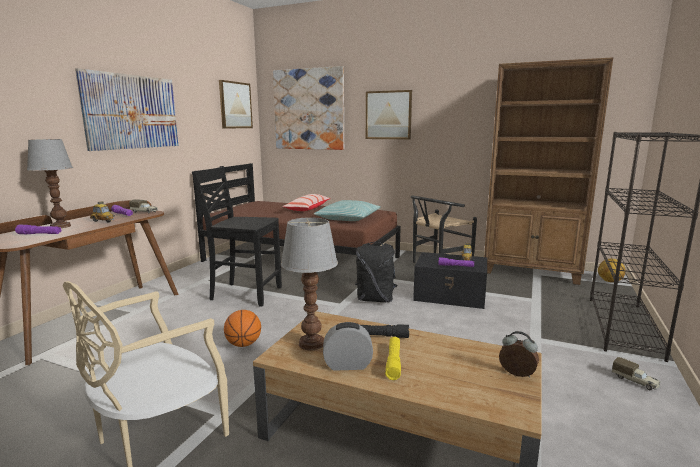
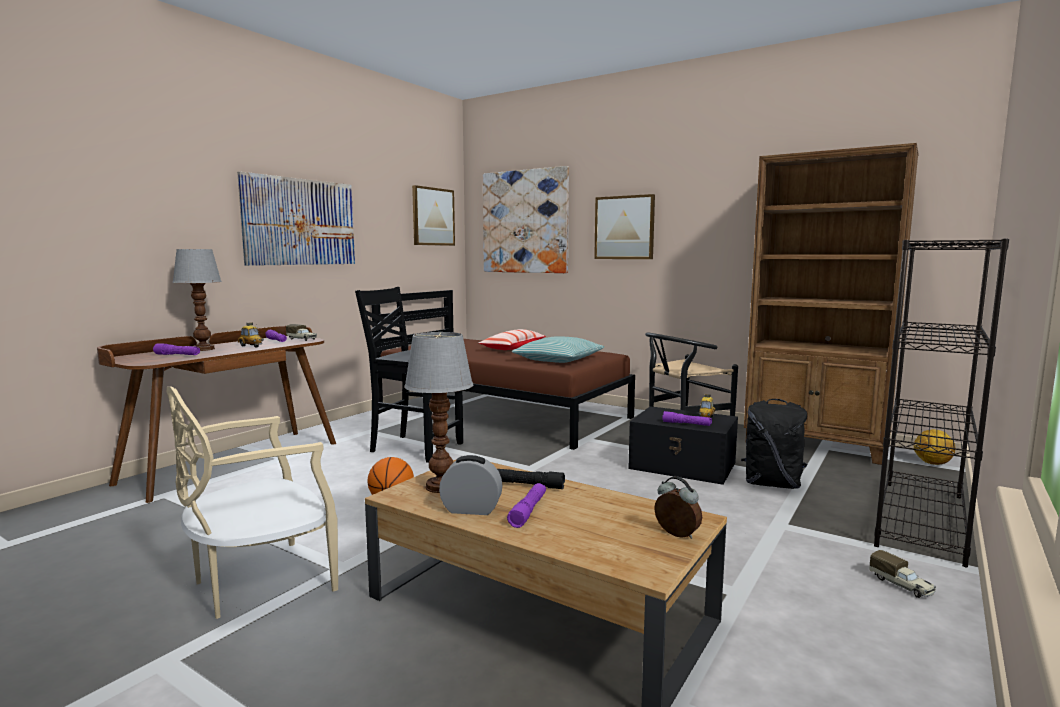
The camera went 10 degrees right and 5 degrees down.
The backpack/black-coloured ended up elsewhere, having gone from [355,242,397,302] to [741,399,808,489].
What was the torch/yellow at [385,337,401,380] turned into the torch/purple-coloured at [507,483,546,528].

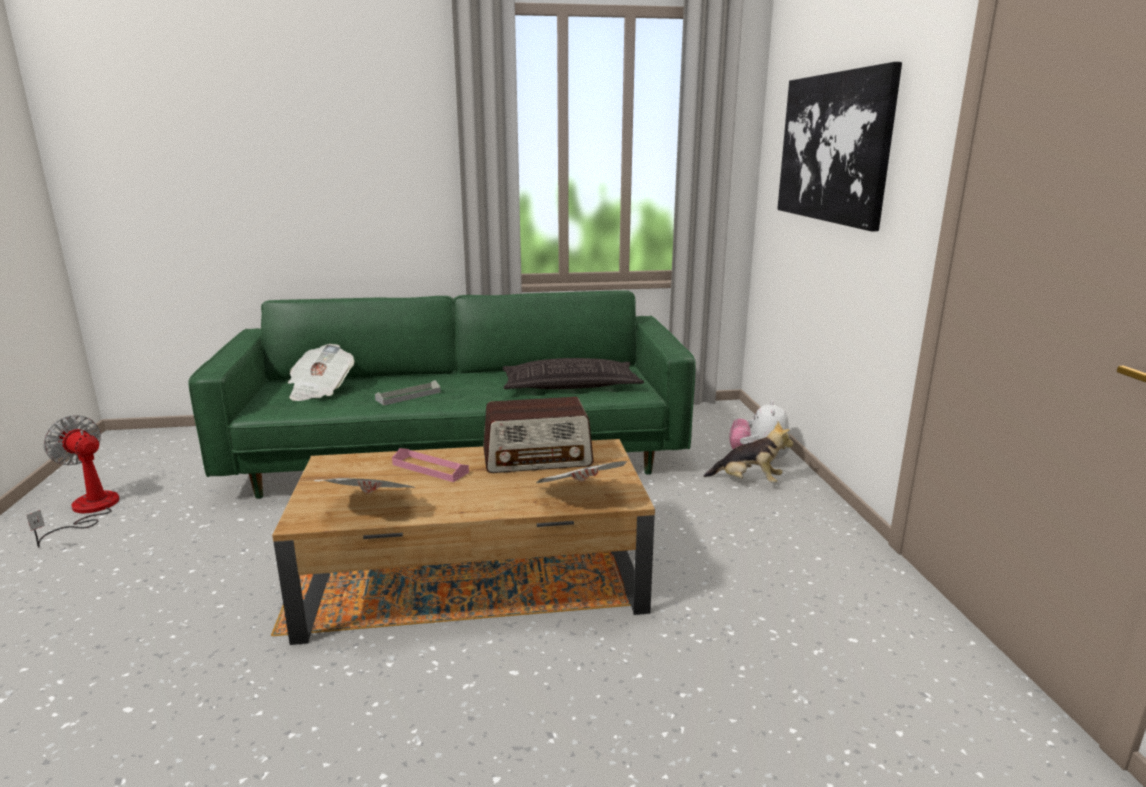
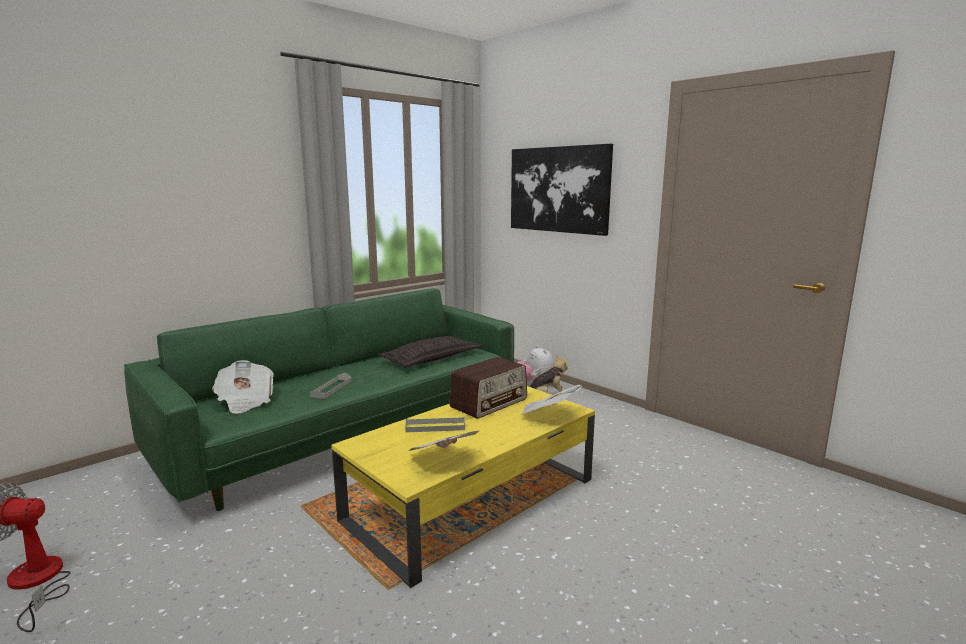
The camera went 35 degrees left and 5 degrees down.
What was the low table/brownish at [272,439,655,645] turned into the low table/yellow at [331,386,595,588].
What was the serving tray/pink at [392,448,469,482] turned into the serving tray/greyish at [405,417,465,432].

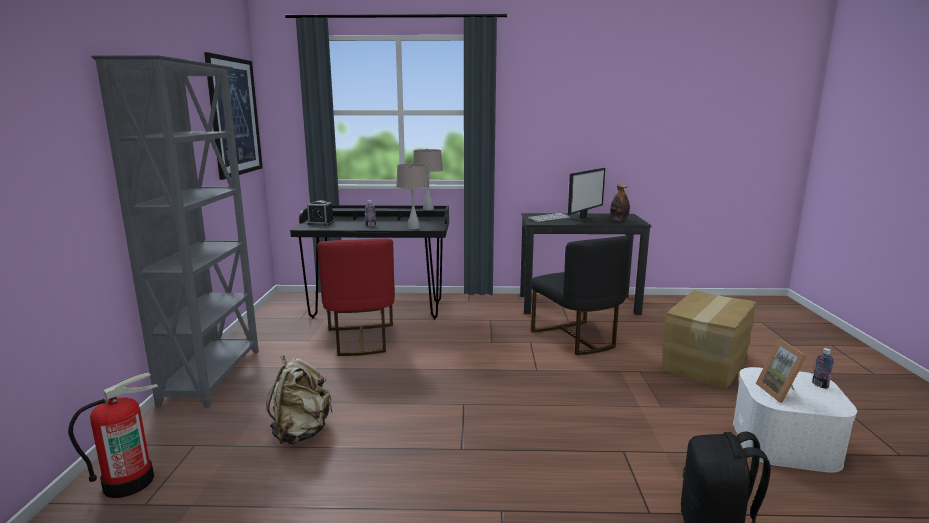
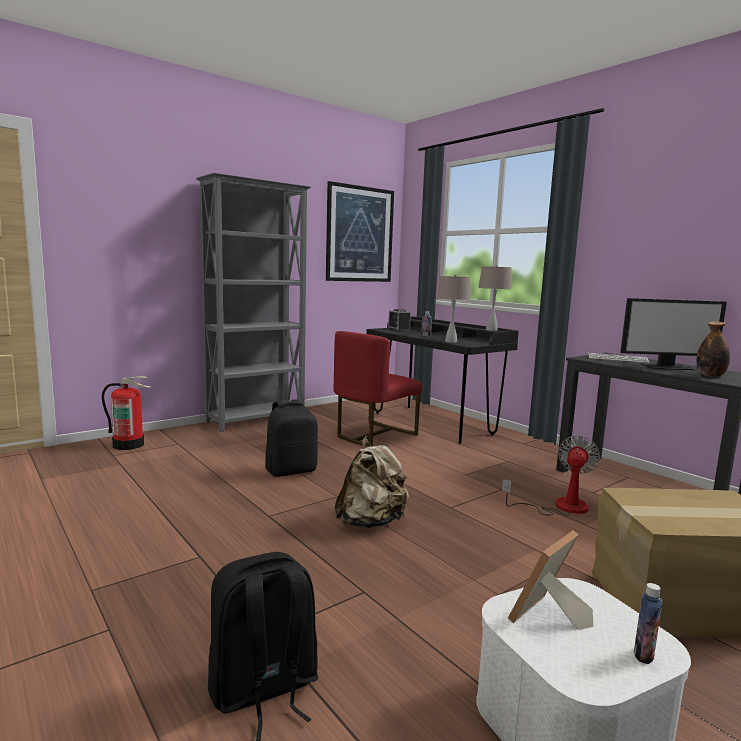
The camera went 50 degrees right and 5 degrees down.
The backpack/sand-coloured ended up elsewhere, having gone from [266,355,333,445] to [335,436,409,528].
Where the chair/black-coloured stood at [531,236,630,355], the fan came to stand at [502,435,600,516].
The second view gained the backpack/black-coloured at [265,399,318,477].

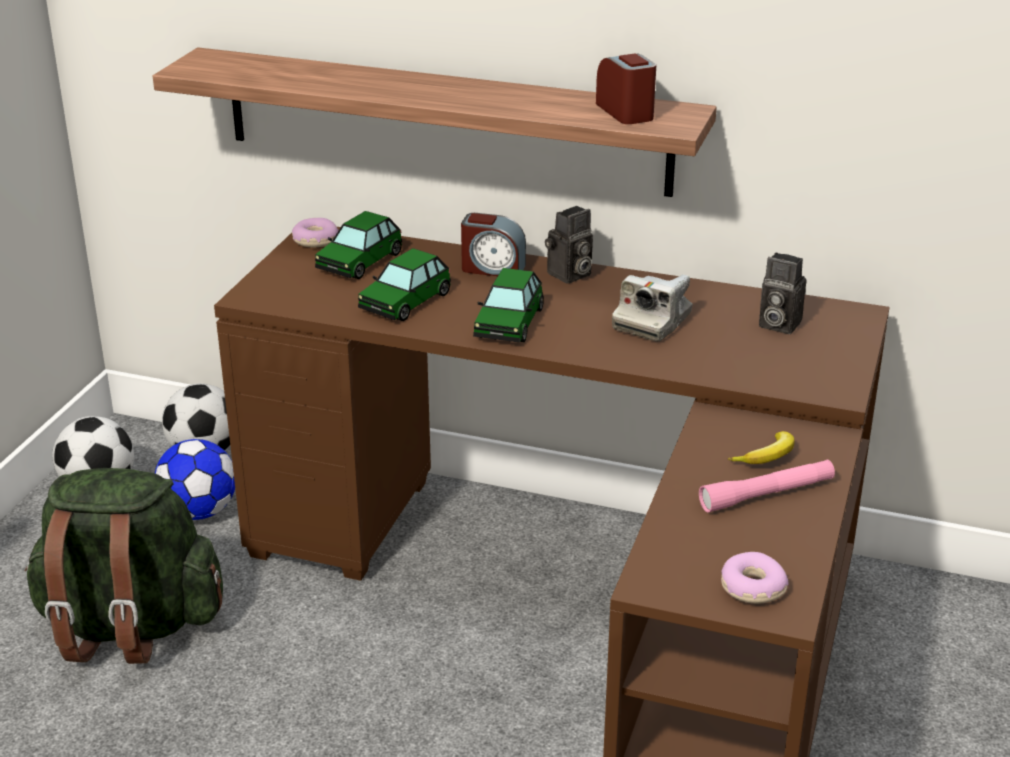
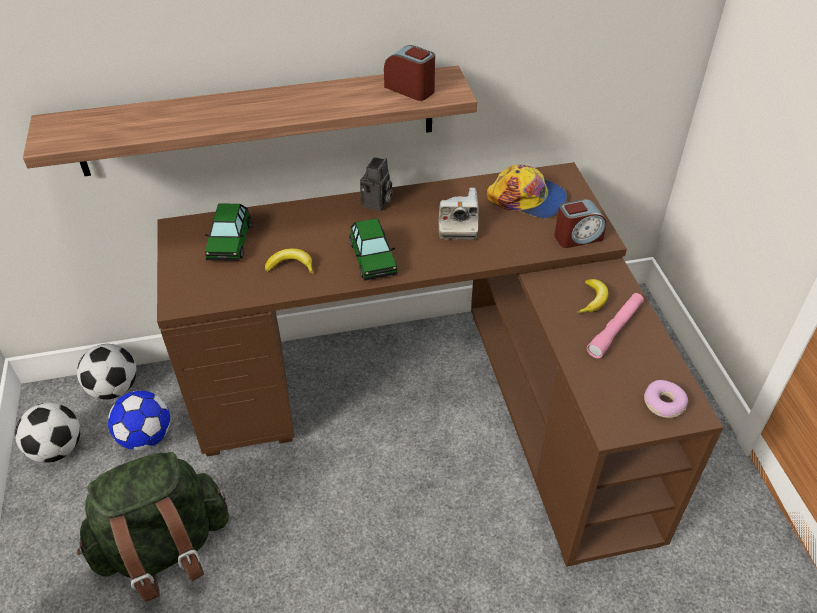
The camera went 30 degrees left and 15 degrees up.
The second view lost the ring doughnut at [292,218,339,247].
Where the miniature car stood at [358,248,451,321], the banana came to stand at [265,248,313,274].
The alarm clock ended up elsewhere, having gone from [461,213,526,276] to [554,199,606,248].
Where the photo camera stood at [759,253,806,334], the peaked cap came to stand at [487,165,567,219].

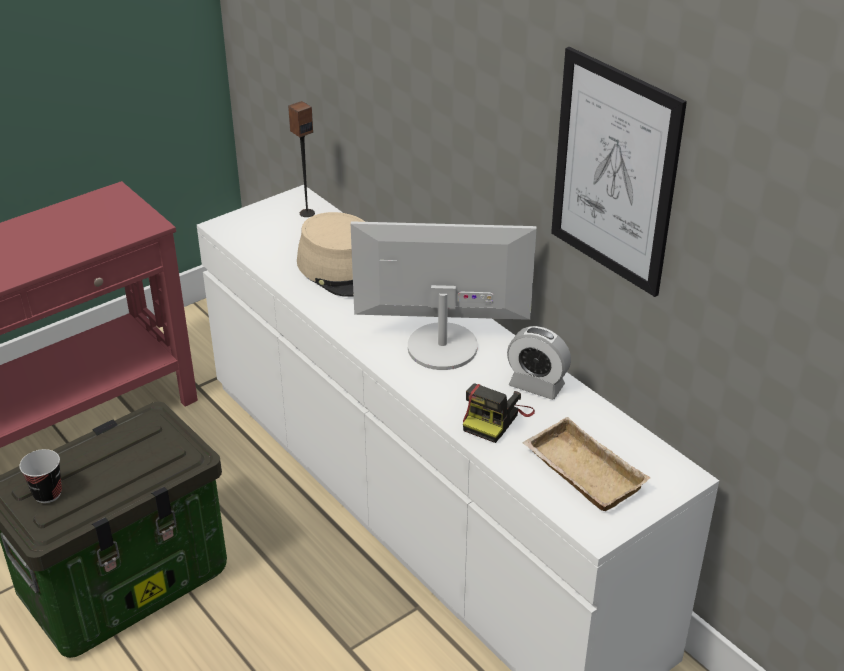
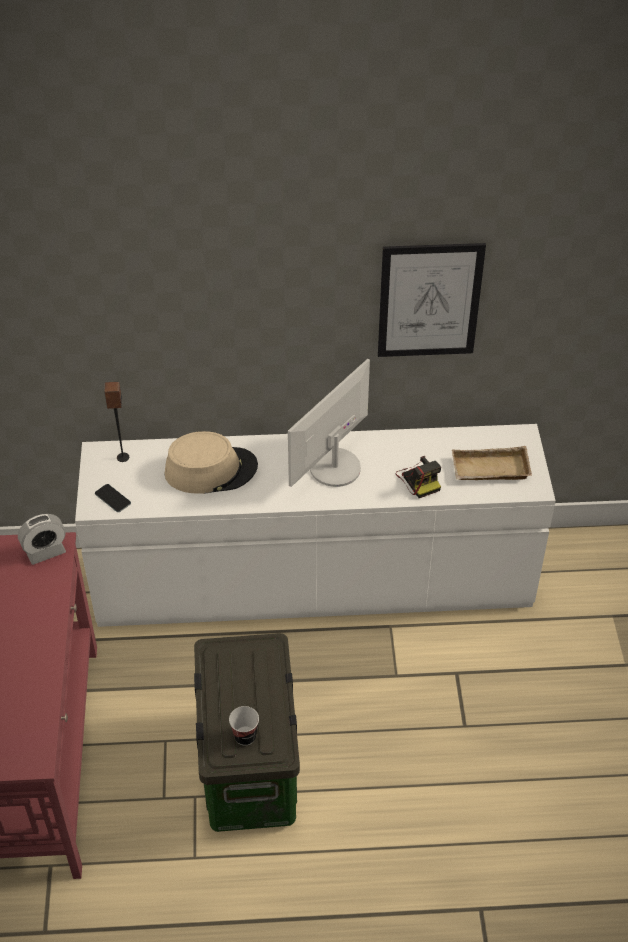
The camera went 55 degrees left and 10 degrees up.
The alarm clock ended up elsewhere, having gone from [507,326,571,400] to [18,514,66,565].
The second view gained the handset at [95,484,131,512].

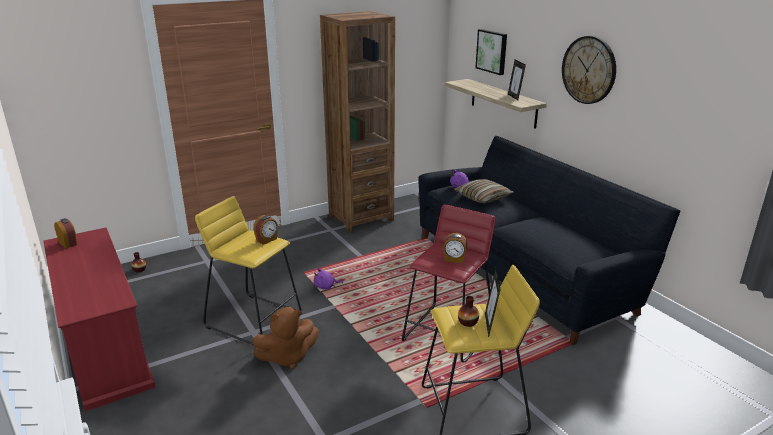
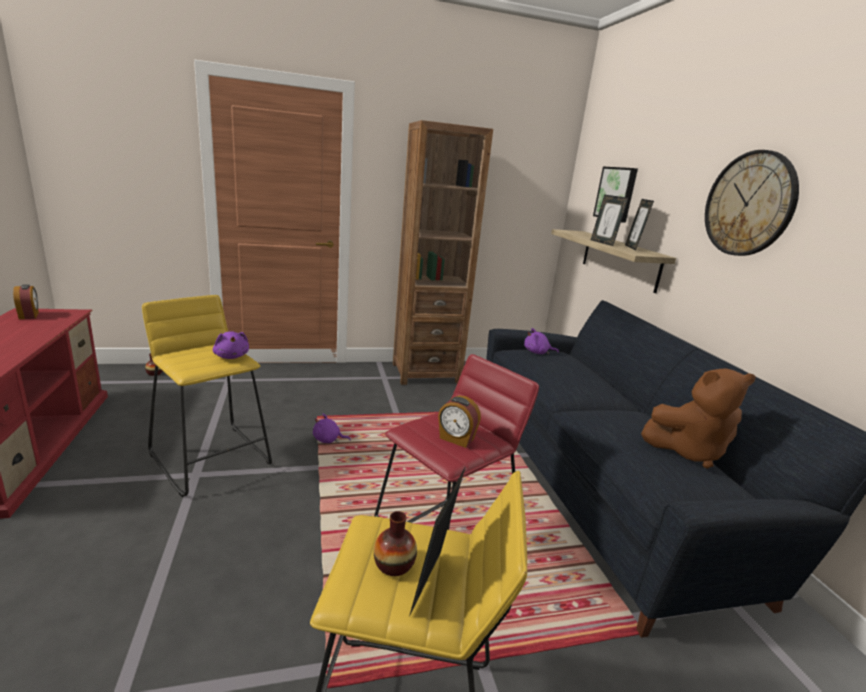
The camera went 15 degrees right and 5 degrees down.
Where the alarm clock stood at [253,215,278,245], the soft toy/purple-coloured came to stand at [213,331,249,359].
The soft toy/brownish ended up elsewhere, having gone from [253,307,319,369] to [641,368,756,469].
The second view lost the throw pillow at [454,179,514,203].
The second view gained the picture frame at [591,195,628,246].

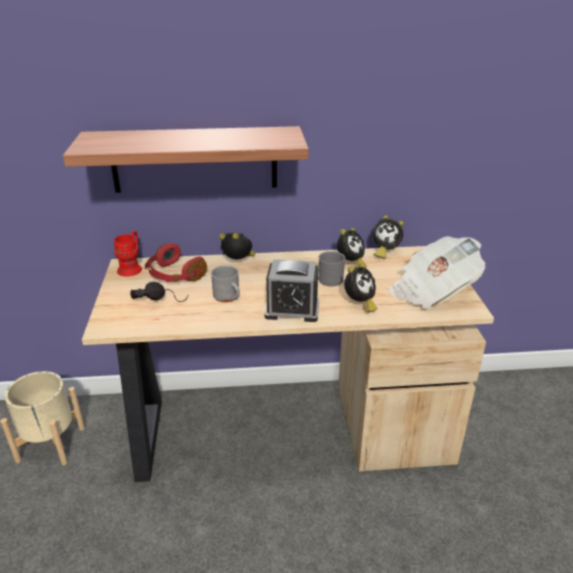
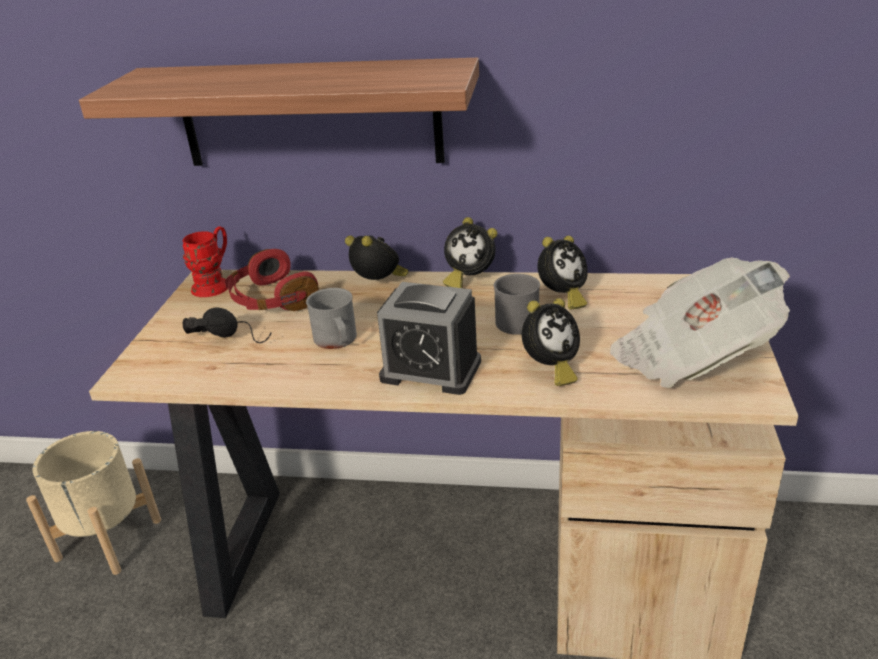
The camera went 15 degrees right and 0 degrees up.
The alarm clock ended up elsewhere, having gone from [373,215,404,259] to [443,217,497,288].

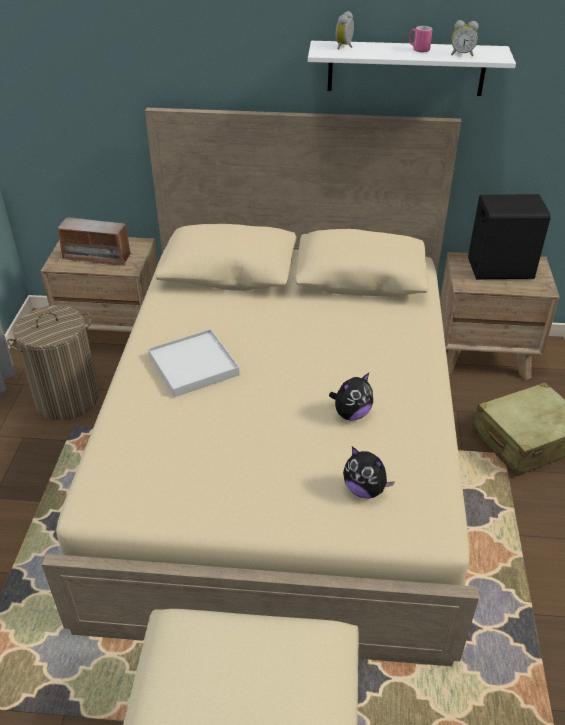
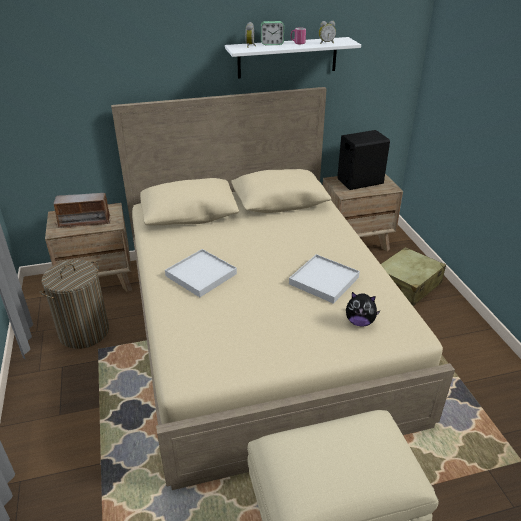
The camera went 20 degrees left and 5 degrees down.
Where the soft toy stood at [329,373,373,421], the serving tray/white-coloured came to stand at [289,254,360,304].
The second view gained the alarm clock at [261,21,284,45].

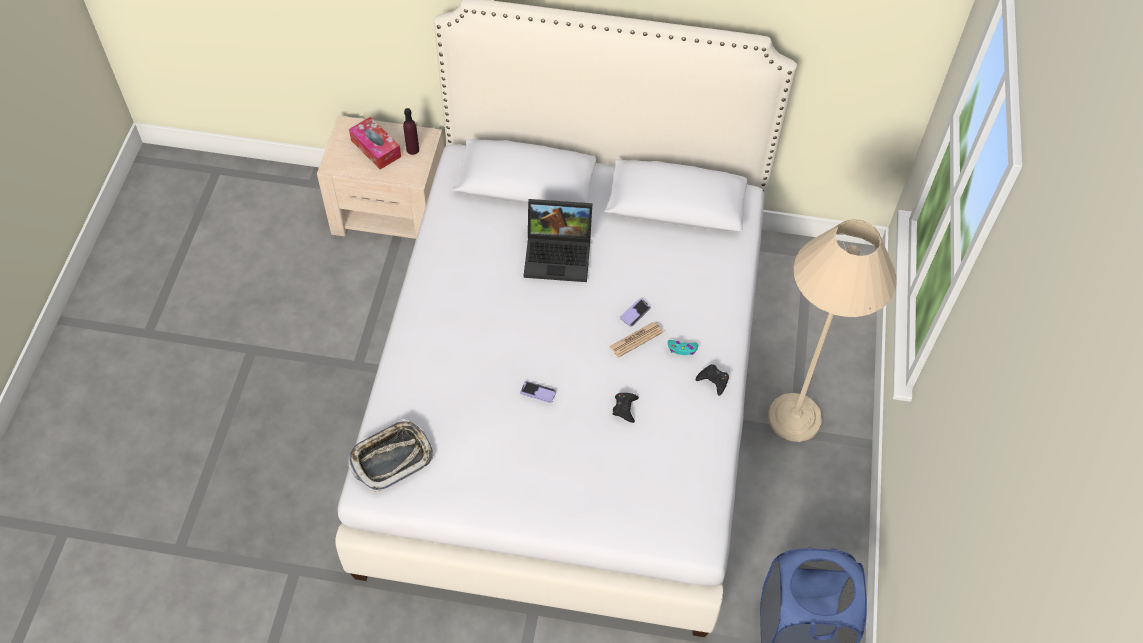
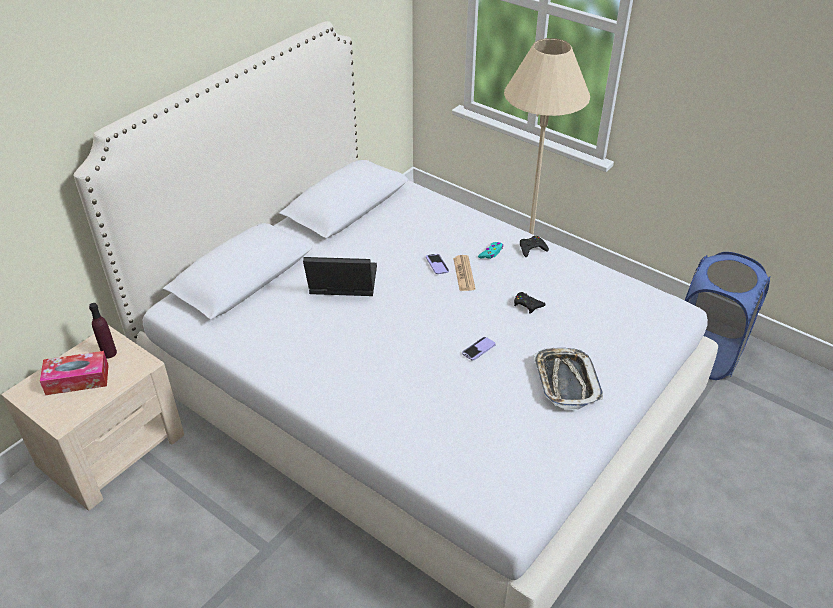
The camera went 60 degrees left and 15 degrees down.
The serving tray ended up elsewhere, having gone from [348,419,434,492] to [534,348,603,410].
The notebook computer at [524,199,593,282] ended up facing another way, 120 degrees counterclockwise from before.

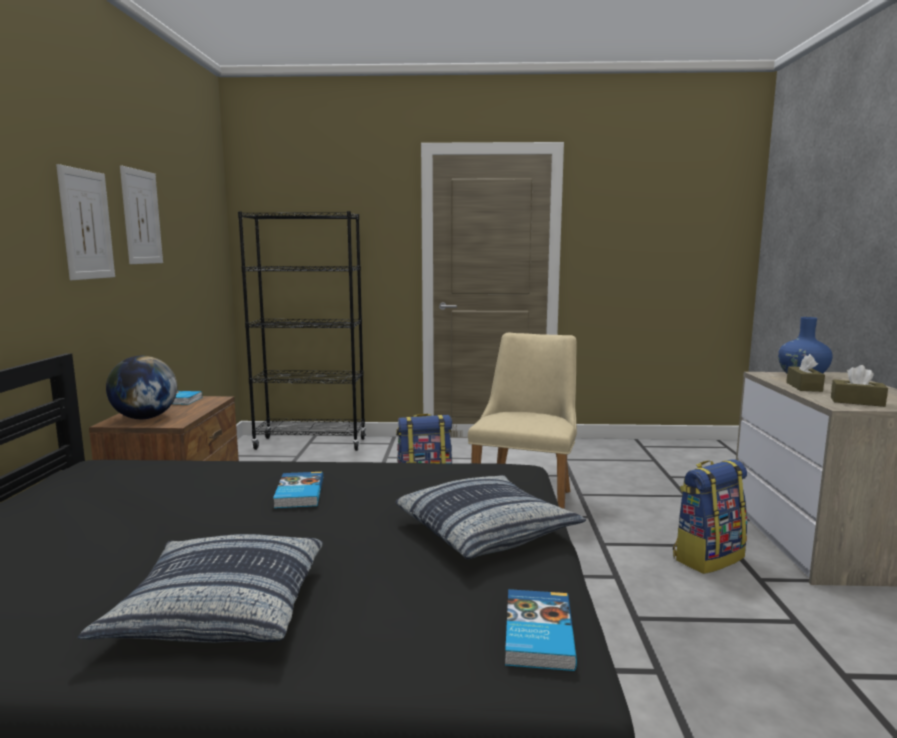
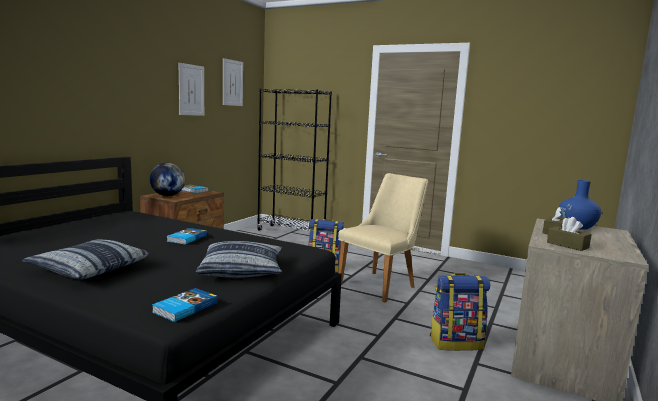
The camera went 25 degrees right and 0 degrees up.
The picture ended up elsewhere, having gone from [56,164,115,280] to [223,58,243,106].

